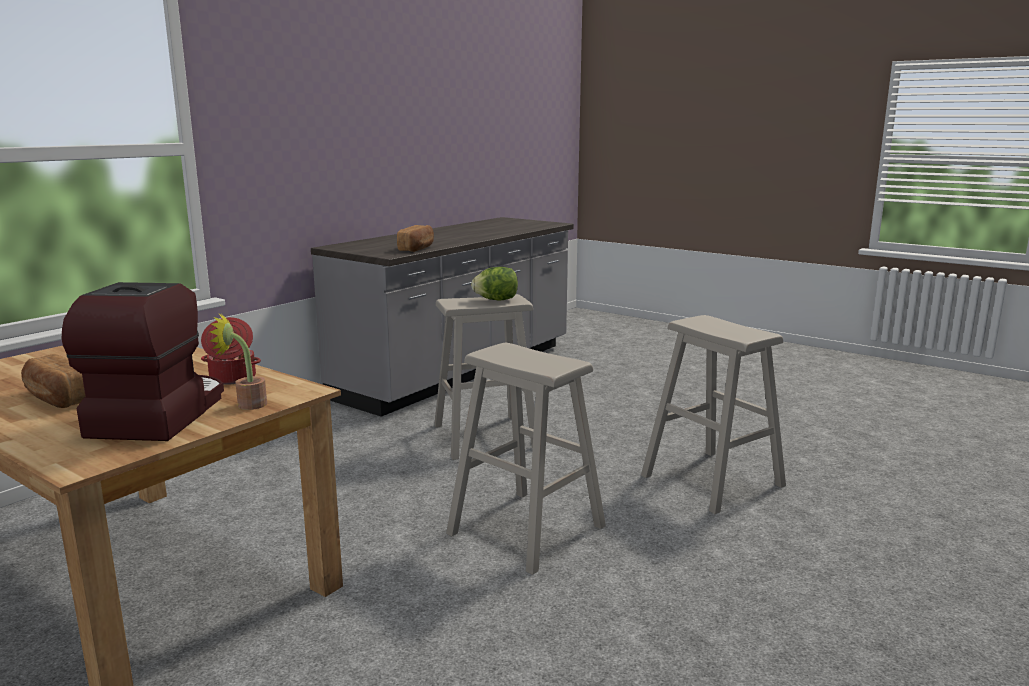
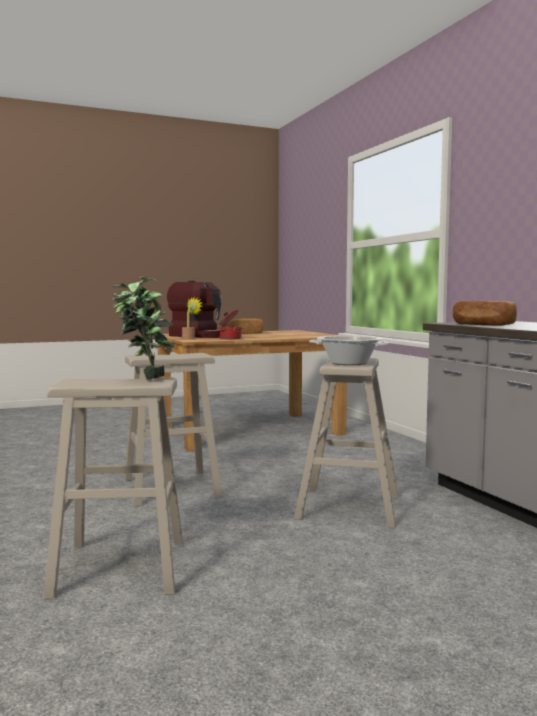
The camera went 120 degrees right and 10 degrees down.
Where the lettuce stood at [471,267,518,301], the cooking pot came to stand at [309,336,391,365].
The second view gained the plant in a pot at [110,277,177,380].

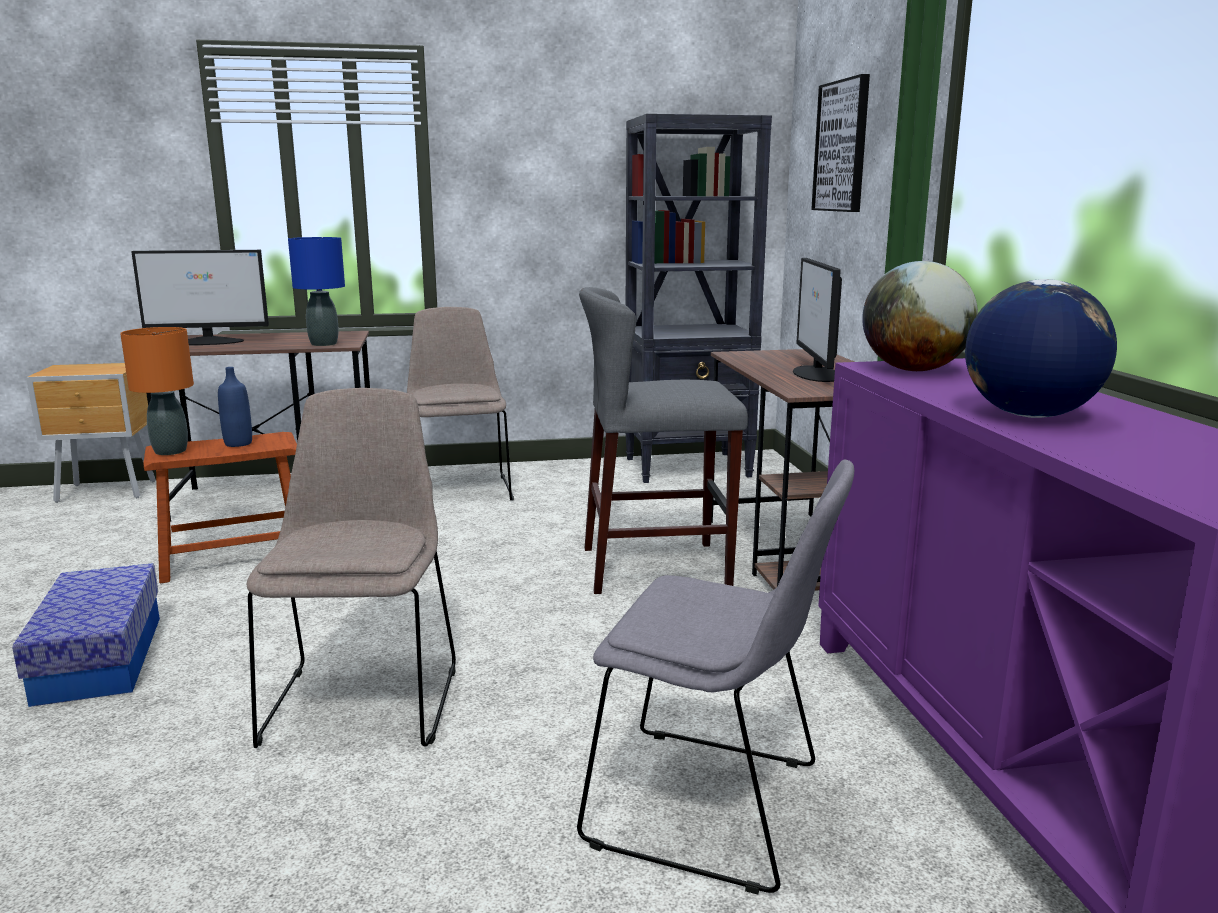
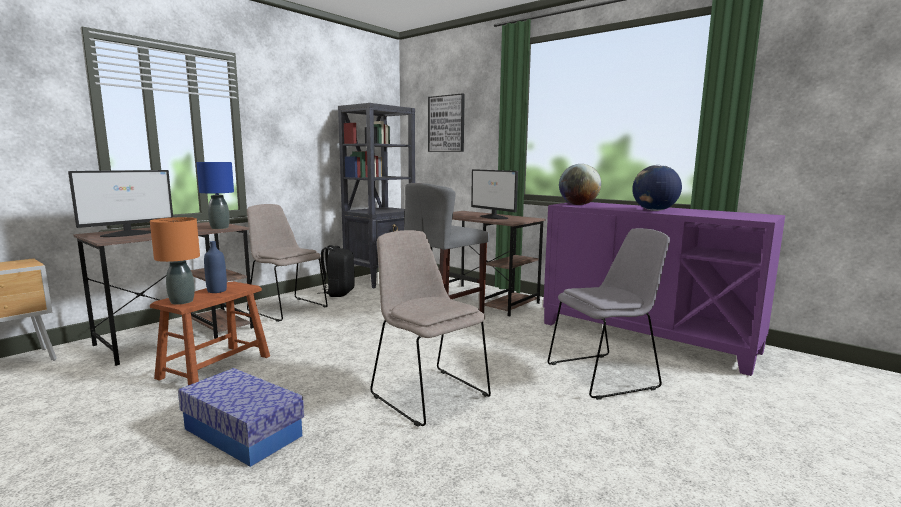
The camera went 40 degrees left and 5 degrees down.
The second view gained the backpack/black-coloured at [317,245,355,297].

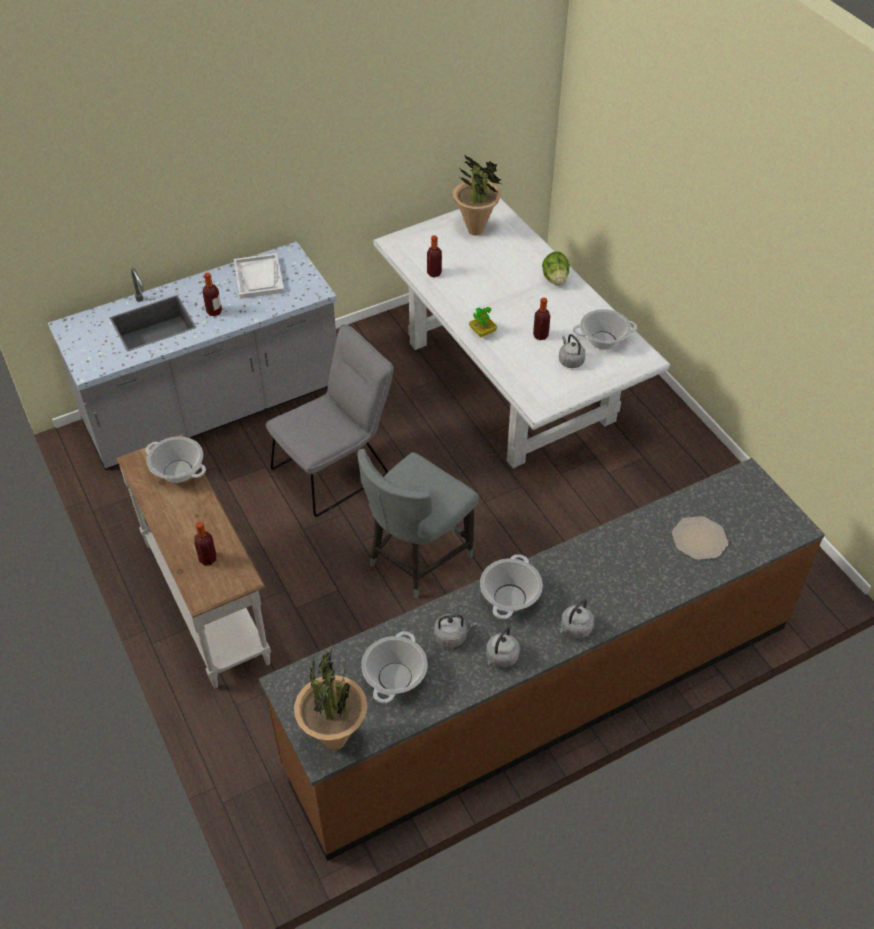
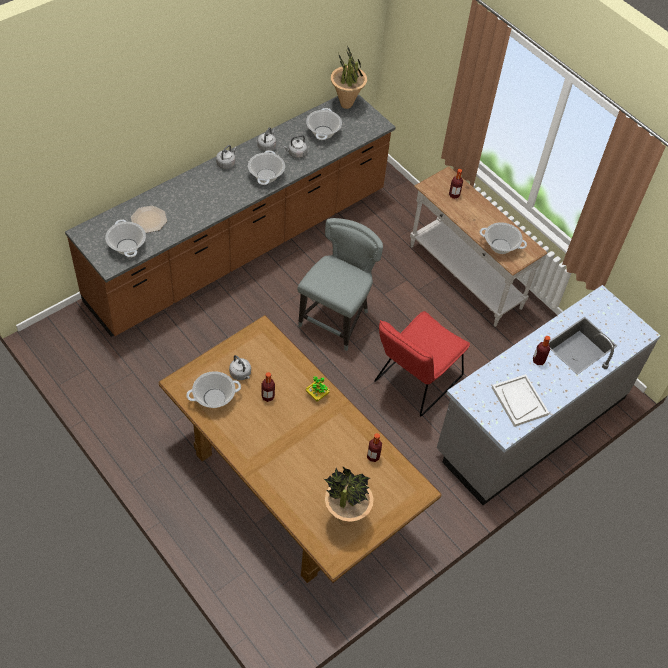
The camera went 165 degrees right and 5 degrees up.
What was the chair/greyish at [266,324,394,517] turned into the chair/red-coloured at [374,311,470,416].
What was the dining table/white-coloured at [373,198,670,468] turned into the dining table/brownish at [159,315,442,583].
The second view lost the lettuce at [542,251,570,285].
The second view gained the cooking pot at [105,219,146,258].

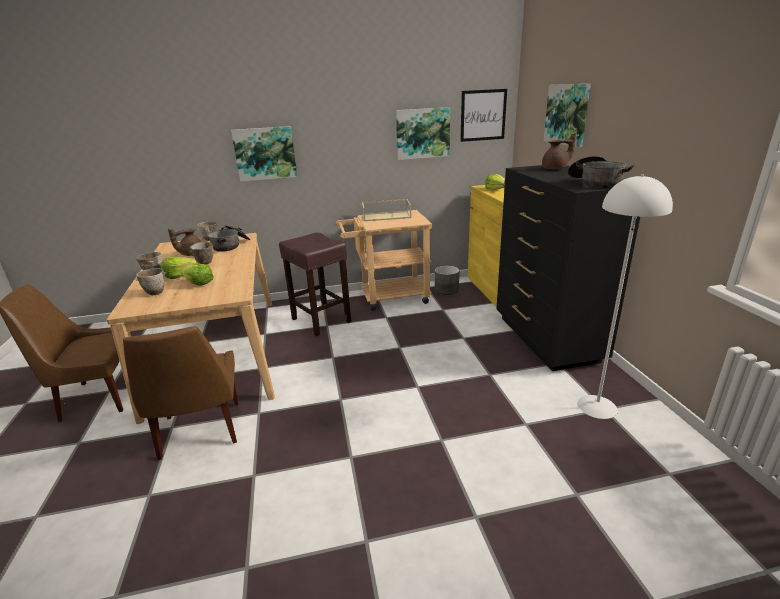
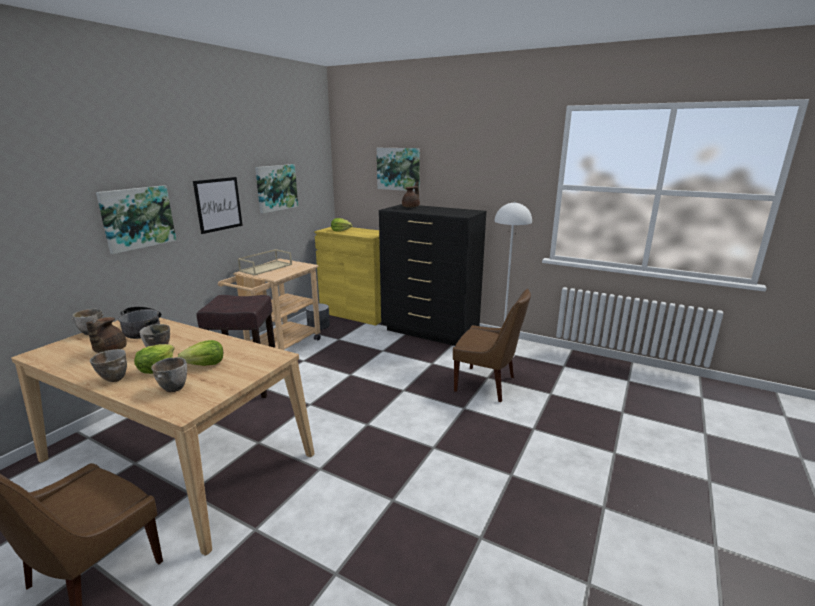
The camera went 50 degrees left and 5 degrees down.
The chair/brownish ended up elsewhere, having gone from [123,326,239,460] to [453,289,531,402].
The picture ended up elsewhere, having gone from [460,89,507,142] to [193,177,243,234].
The second view lost the cooking pot at [568,156,634,188].

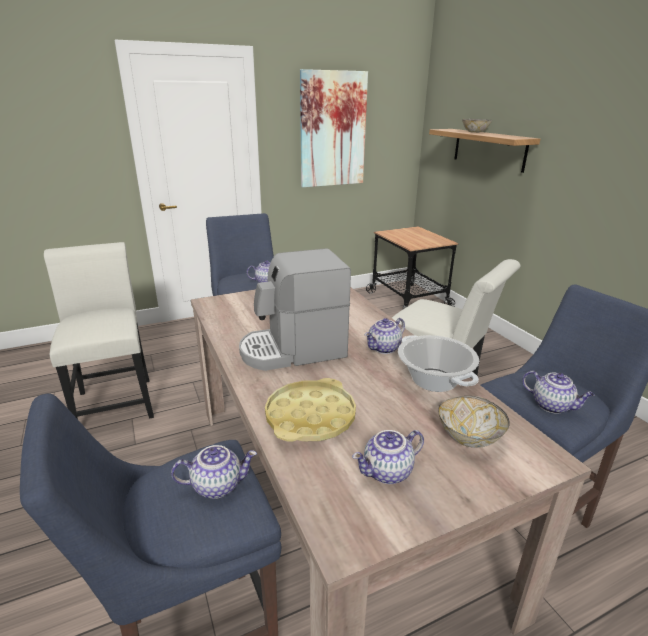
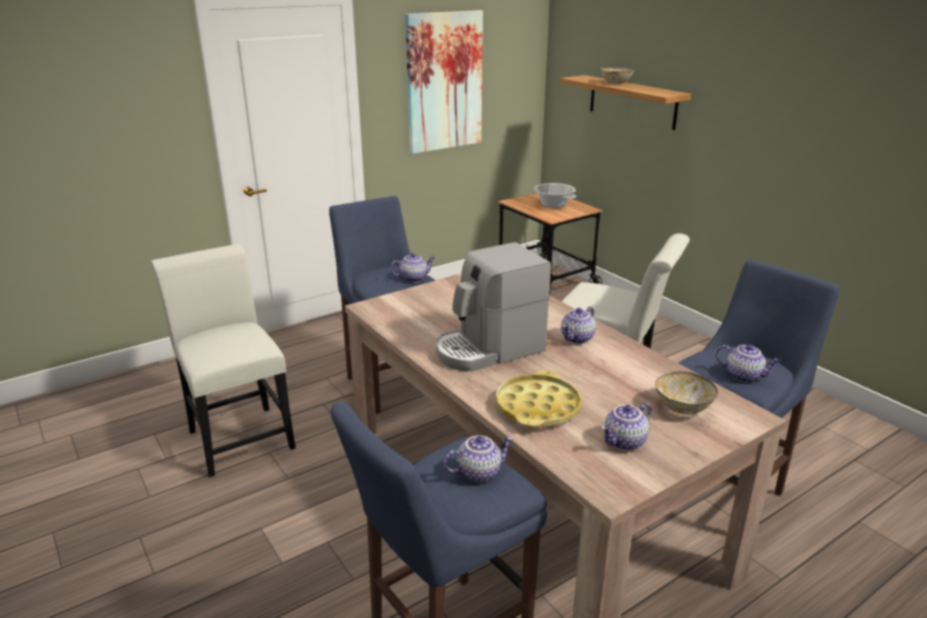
The camera went 10 degrees left and 0 degrees up.
The cooking pot ended up elsewhere, having gone from [398,335,479,392] to [534,183,576,208].

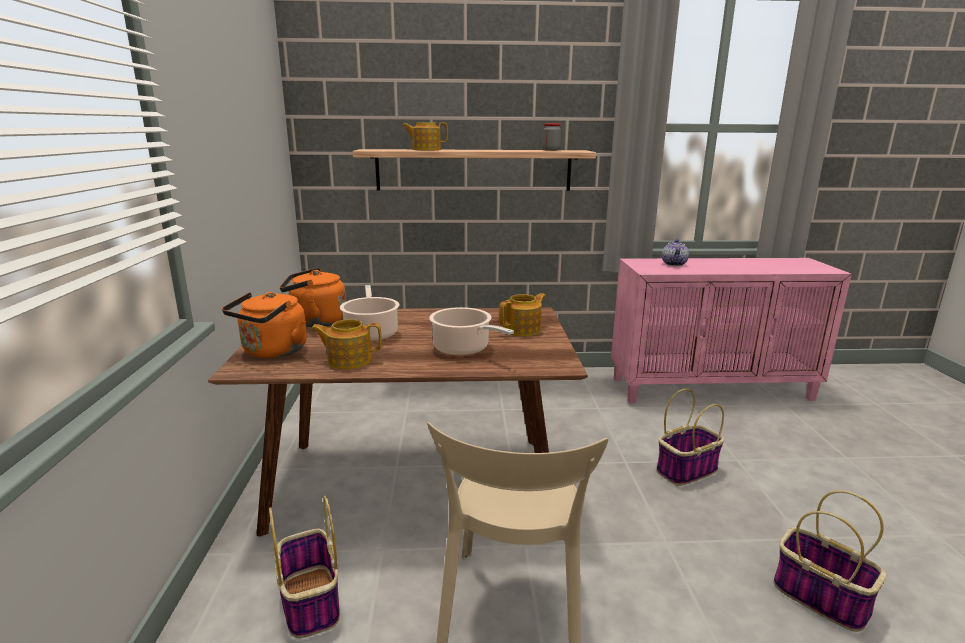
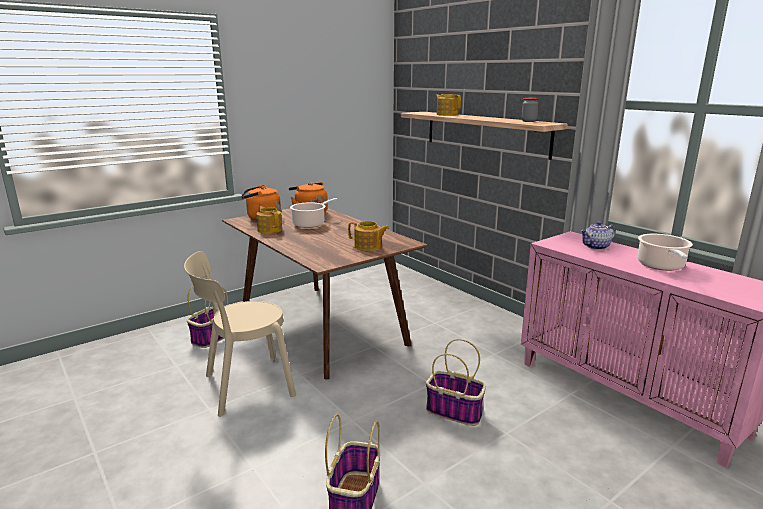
The camera went 55 degrees right and 0 degrees up.
The cooking pot ended up elsewhere, having gone from [429,307,514,356] to [637,234,693,271].

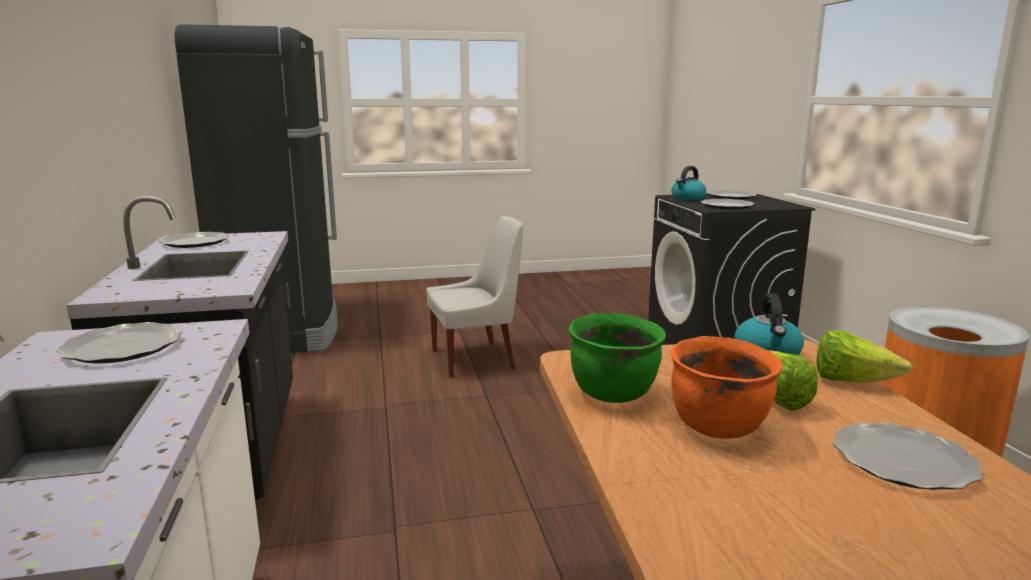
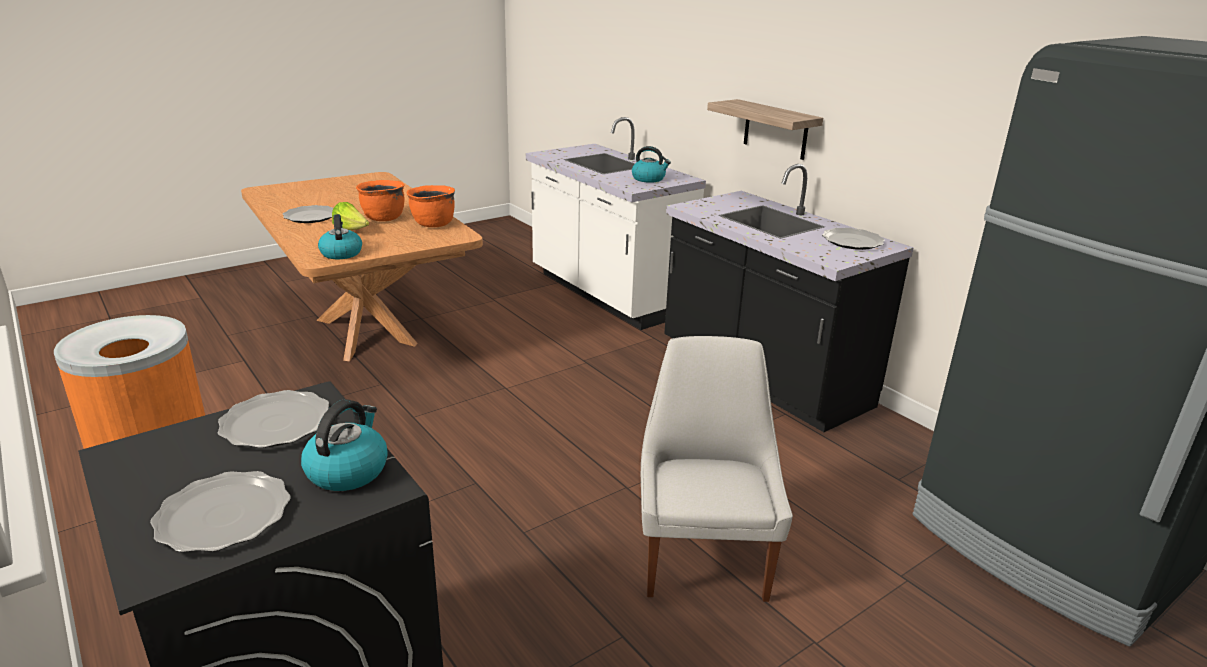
The camera went 155 degrees right and 10 degrees up.
Where the flat dish stood at [56,322,183,364], the tea kettle came to stand at [632,146,671,183].
The chair/white-coloured at [427,215,523,378] ended up facing another way, 135 degrees clockwise from before.
What was the cooking pot/greenish at [569,313,666,403] turned into the cooking pot/orange-coloured at [407,185,455,227].
The second view lost the lettuce at [817,330,912,383].
The second view gained the wall shelf at [707,99,823,160].

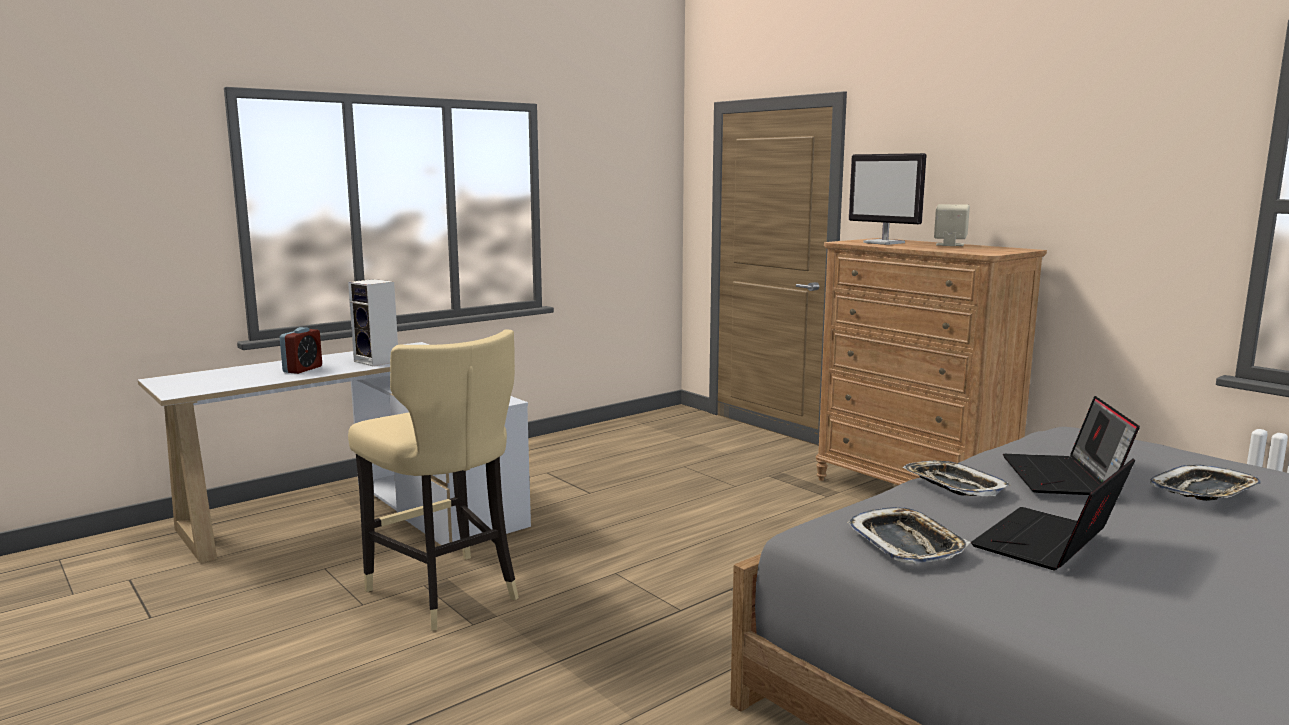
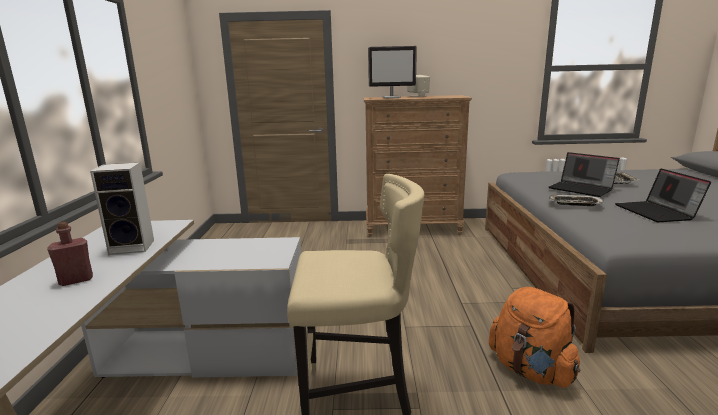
The camera went 50 degrees left and 5 degrees up.
Where the alarm clock stood at [280,327,322,374], the drink bottle/red-coloured came to stand at [47,222,93,286].
The second view lost the serving tray at [847,507,970,564].
The second view gained the backpack/orange-coloured at [489,287,580,388].

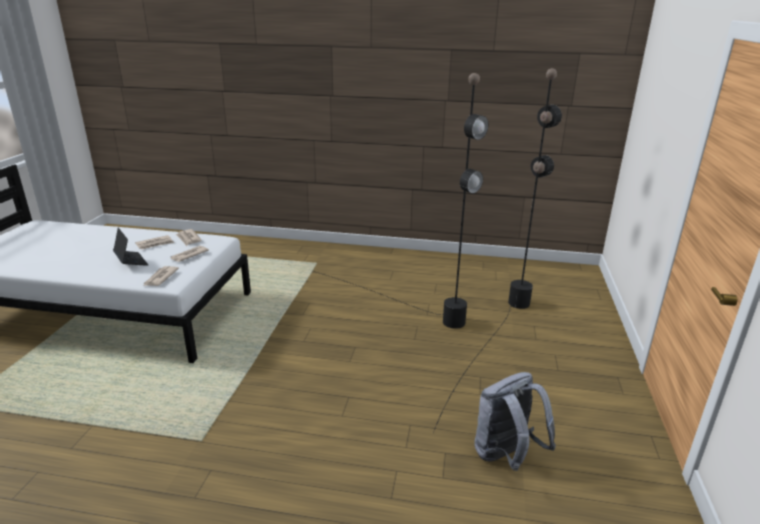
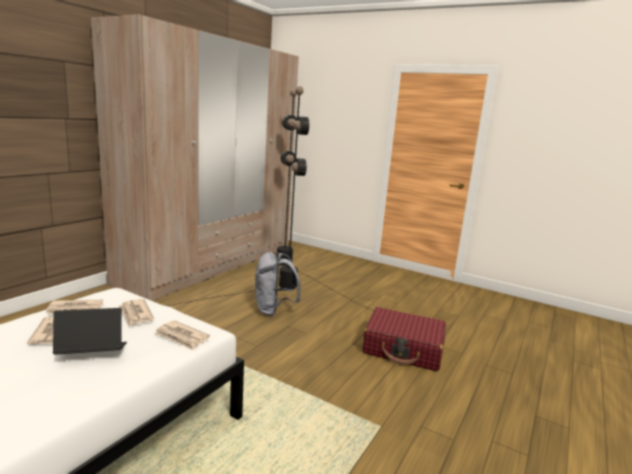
The camera went 70 degrees left and 10 degrees down.
The backpack/greyish ended up elsewhere, having gone from [474,372,556,471] to [255,252,301,316].
The second view gained the clothes cupboard/sand-coloured at [91,15,299,301].
The second view gained the suitcase/red-coloured at [362,307,446,371].

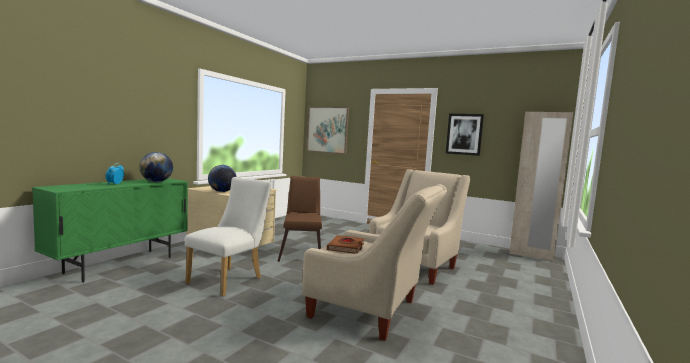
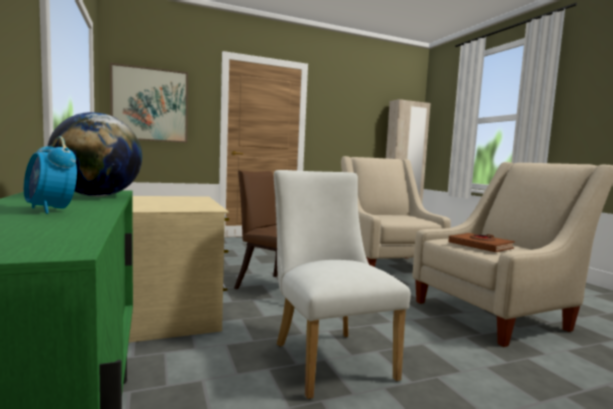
The camera went 50 degrees left and 0 degrees up.
The second view lost the world globe at [208,165,237,192].
The second view lost the picture at [446,114,484,156].

